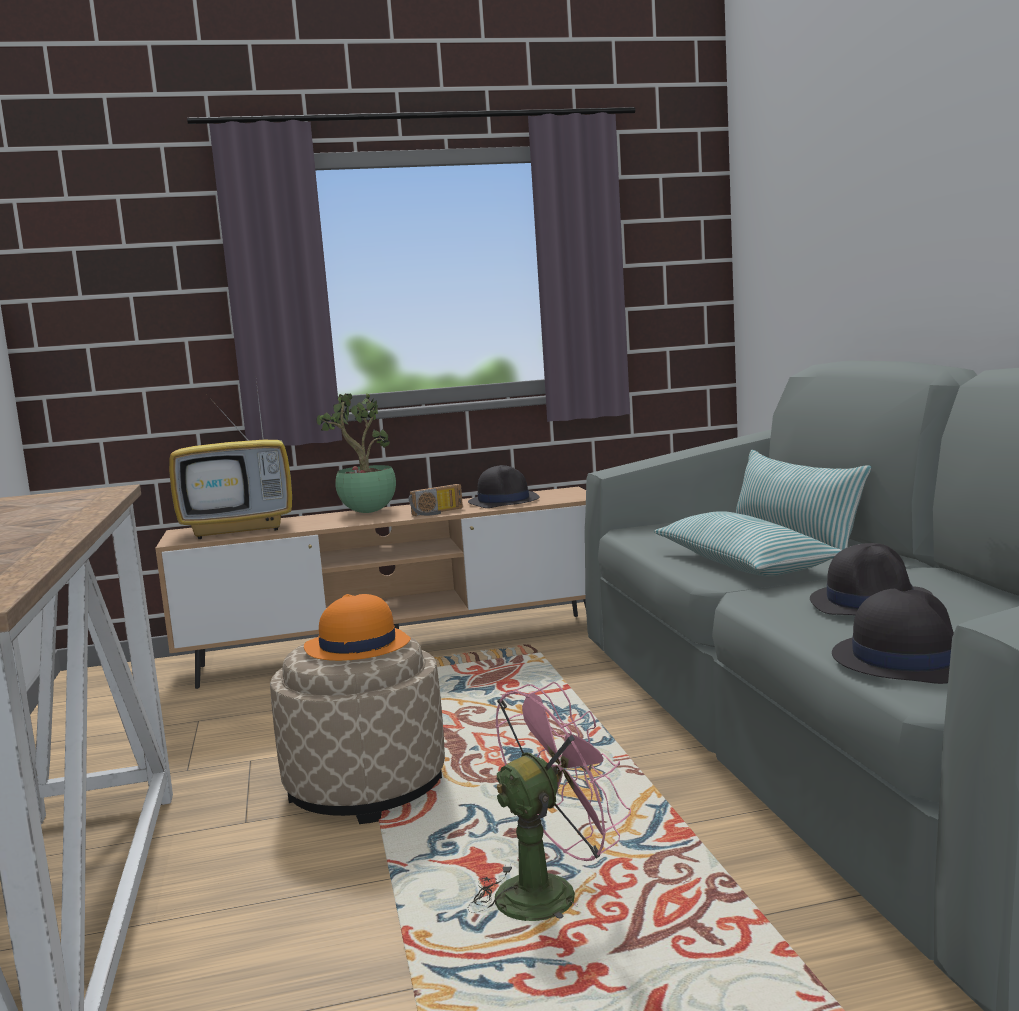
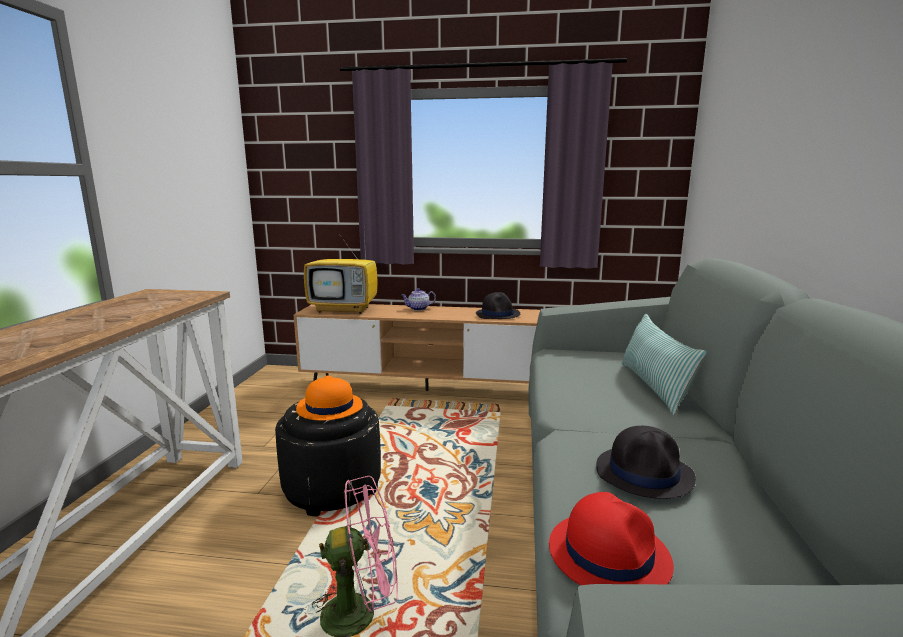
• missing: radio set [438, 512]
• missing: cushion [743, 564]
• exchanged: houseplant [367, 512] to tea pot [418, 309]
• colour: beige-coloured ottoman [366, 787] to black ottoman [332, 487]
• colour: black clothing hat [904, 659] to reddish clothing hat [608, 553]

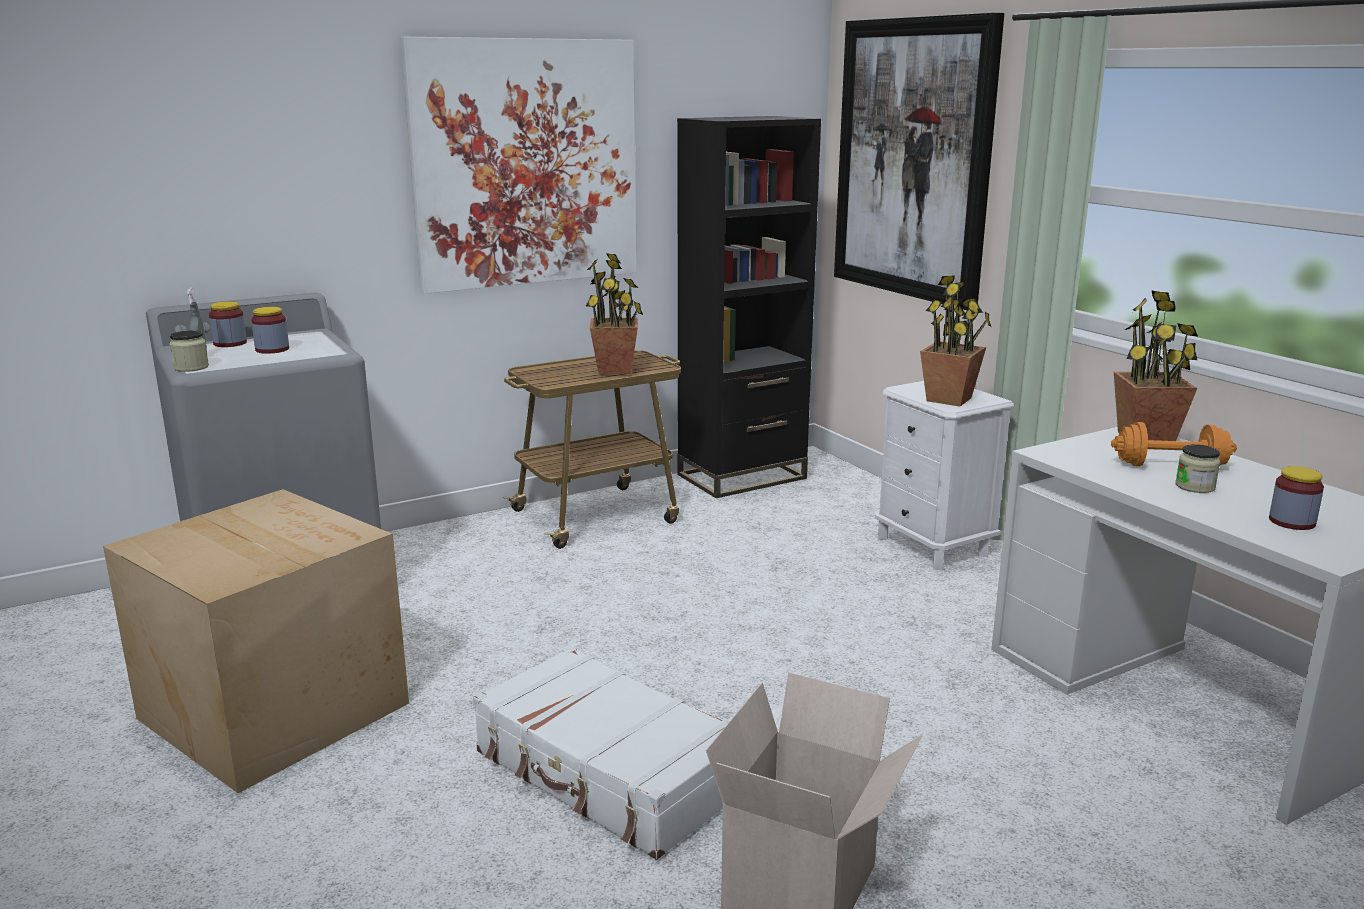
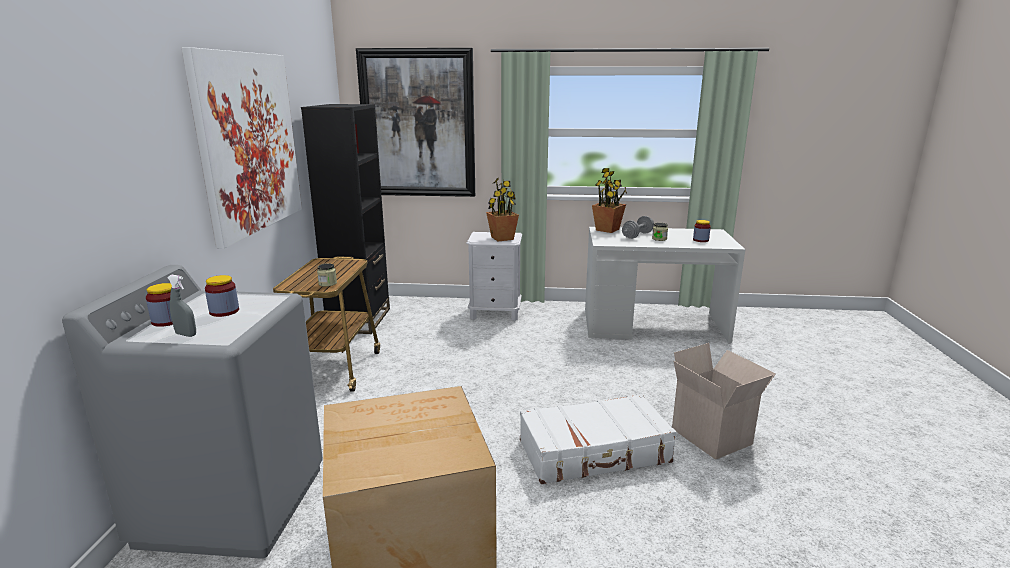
• missing: houseplant [615, 369]
• relocated: jar [191, 367] to [327, 283]
• colour: orange-coloured hand weight [1169, 466] to grey hand weight [637, 235]

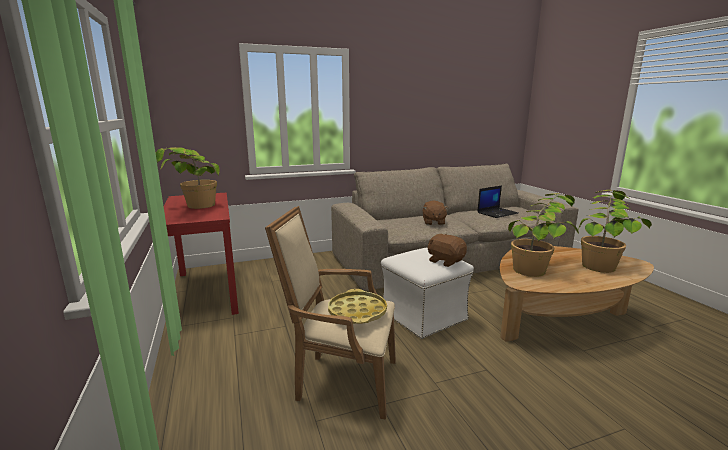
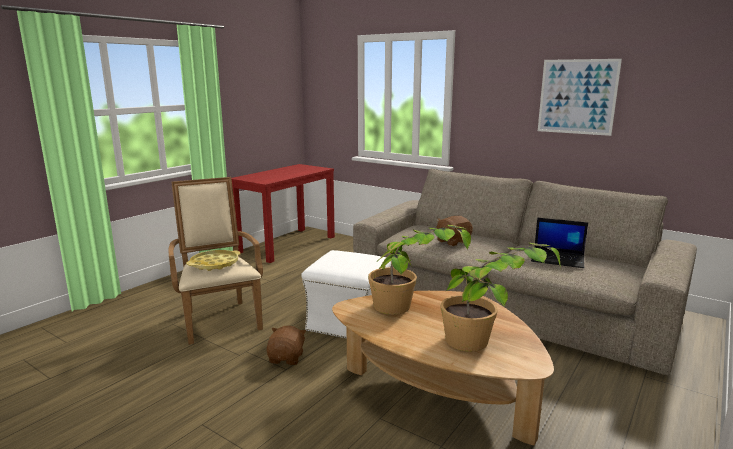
• missing: houseplant [192, 209]
• appeared: picture [577, 97]
• relocated: brown-coloured soft toy [445, 261] to [287, 358]

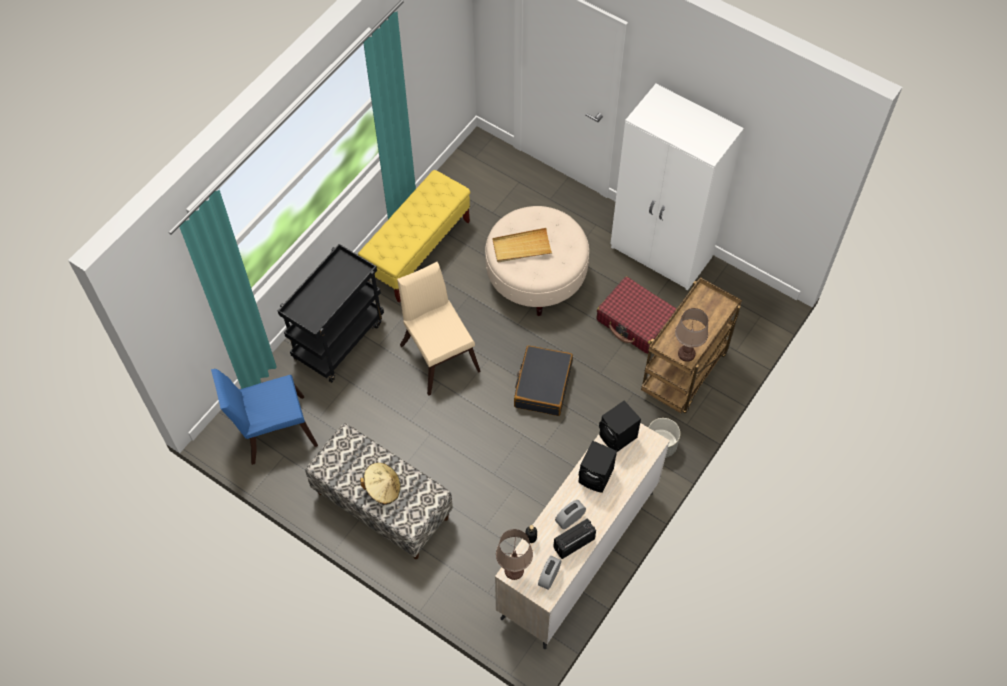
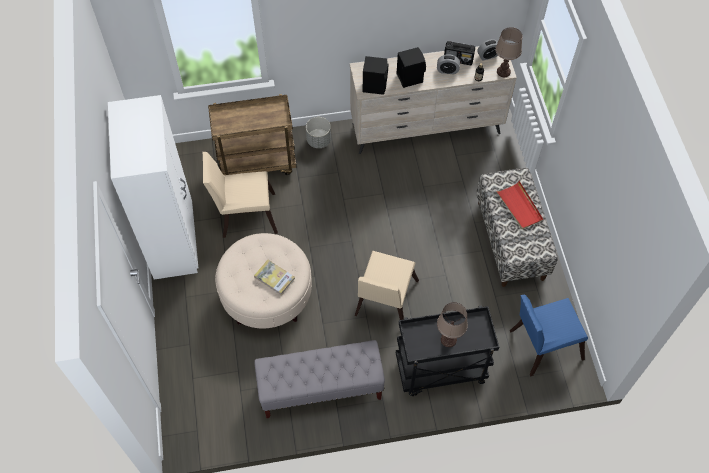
• missing: black travel case [542, 385]
• relocated: brown-coloured lamp for a table [686, 354] to [448, 339]
• exchanged: beige-coloured clothing hat [383, 488] to reddish carrying tray [519, 207]
• exchanged: beige-coloured carrying tray [521, 247] to book [274, 278]
• exchanged: reddish travel case [636, 321] to beige-coloured upright chair [244, 214]
• colour: yellow-coloured bench [418, 251] to grey bench [320, 389]
• spun: bluish upright chair [272, 430] = [541, 345] 135 degrees clockwise

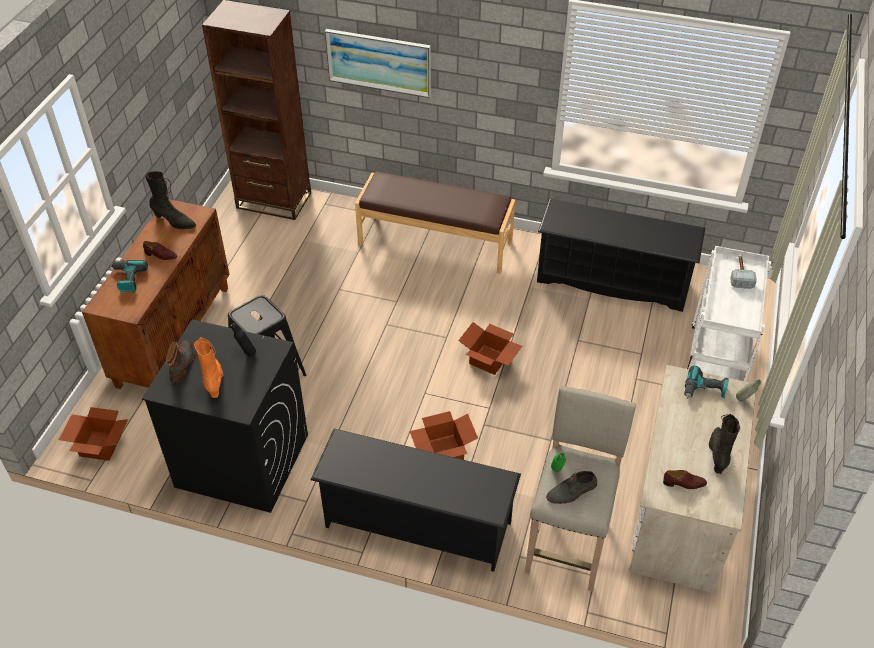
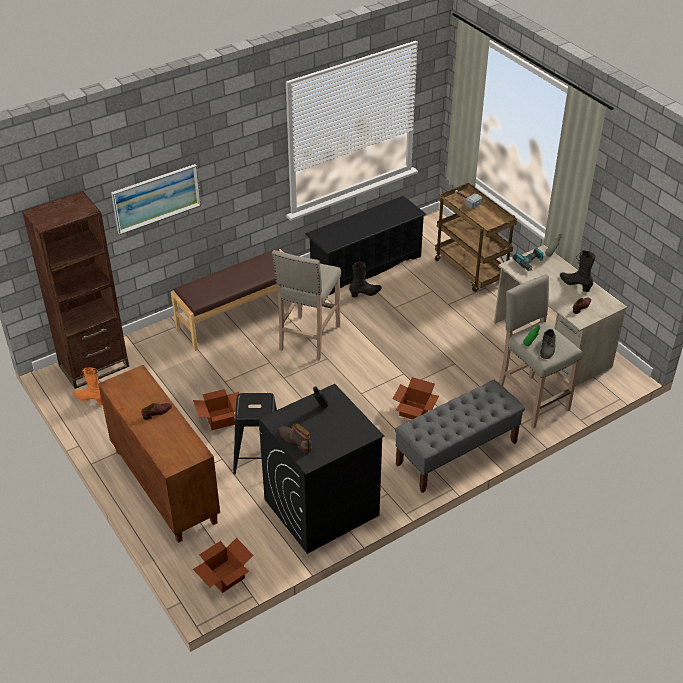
• missing: power drill [127, 279]
• appeared: beige-coloured sitting stool [308, 338]
• relocated: black boot [174, 221] to [365, 294]
• relocated: orange-coloured boot [214, 380] to [90, 399]
• relocated: cardboard box [489, 360] to [221, 419]
• exchanged: black shoe shelf [417, 524] to grey bench [456, 453]
• colour: whitish trolley [714, 365] to brown-coloured trolley [471, 270]

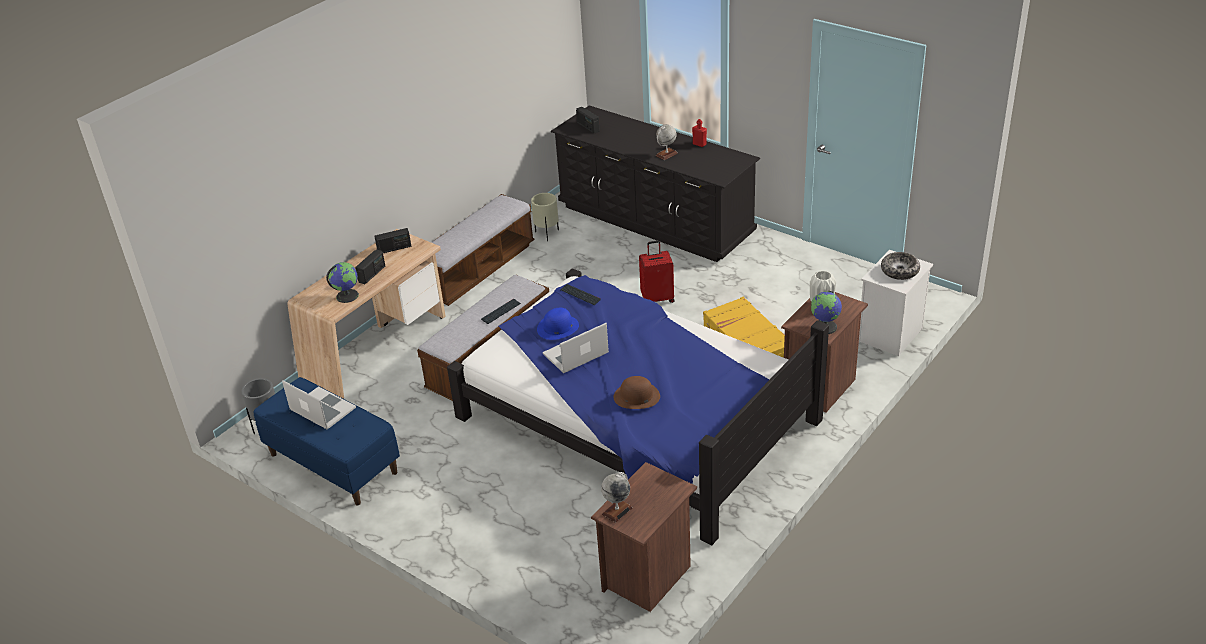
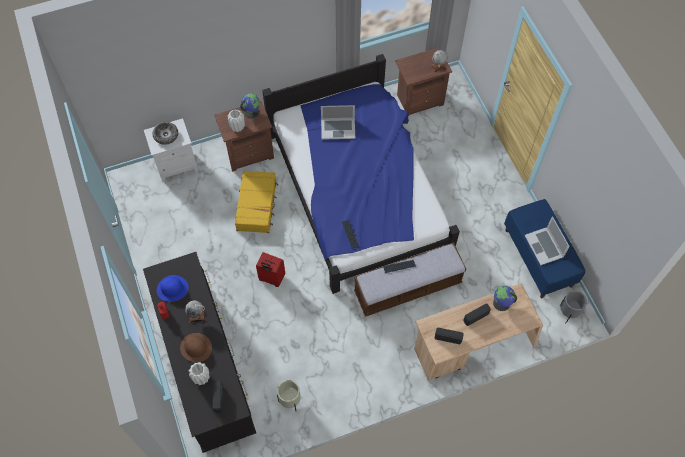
• missing: bench [478, 269]
• appeared: whitish decorative vase [201, 378]
• relocated: bluish clothing hat [557, 327] to [172, 288]
• relocated: laptop [576, 353] to [338, 128]
• relocated: brown-coloured clothing hat [636, 396] to [196, 347]

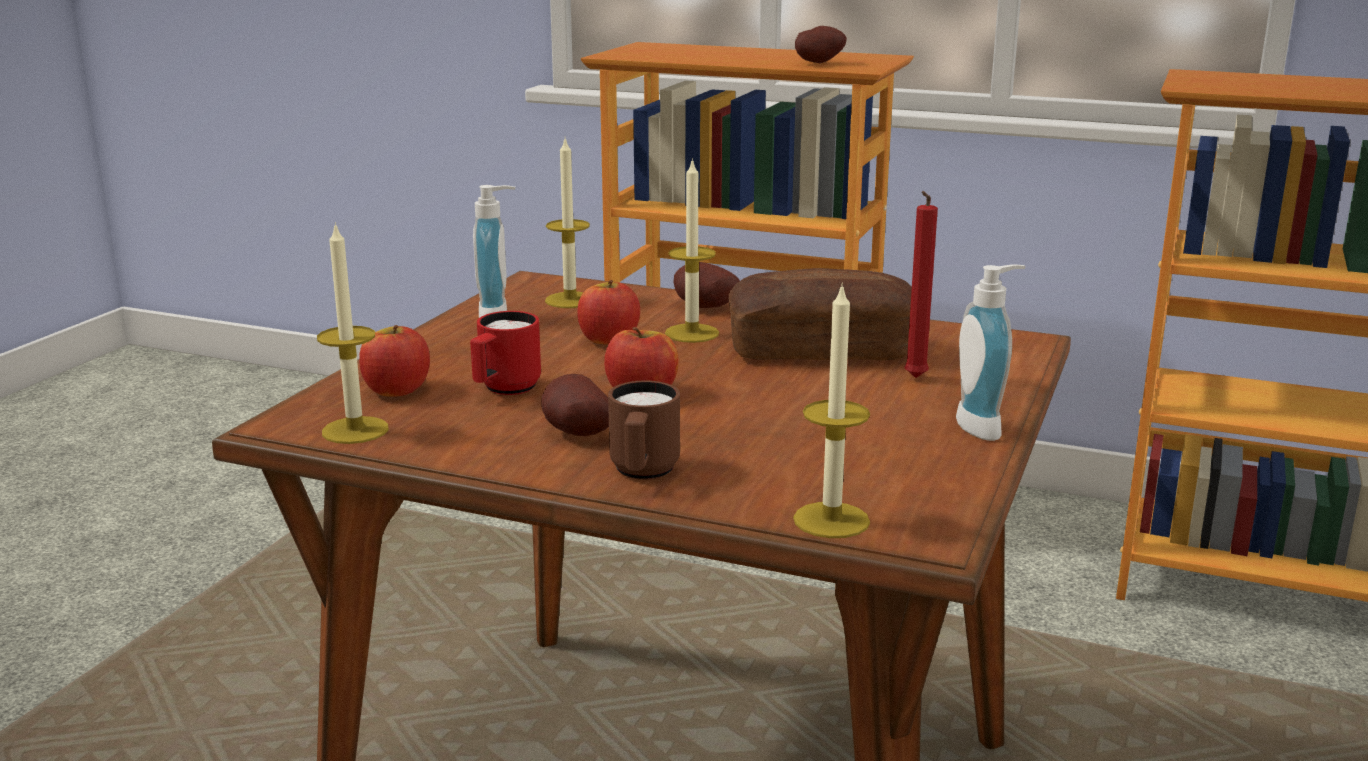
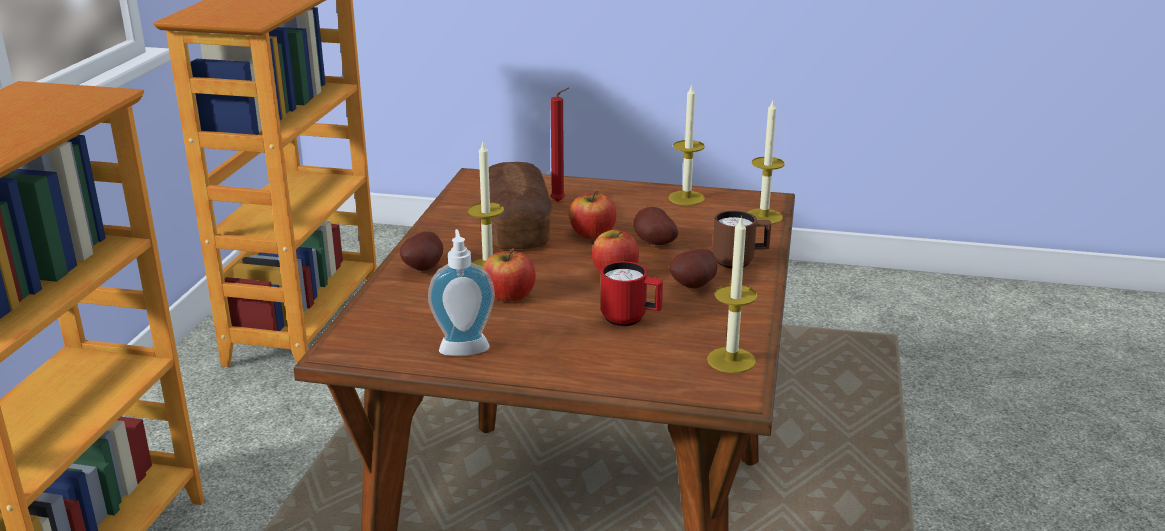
• missing: soap dispenser [985, 427]
• relocated: apple [396, 390] to [592, 234]
• relocated: wax candle [570, 300] to [686, 198]
• relocated: potato [817, 63] to [652, 243]

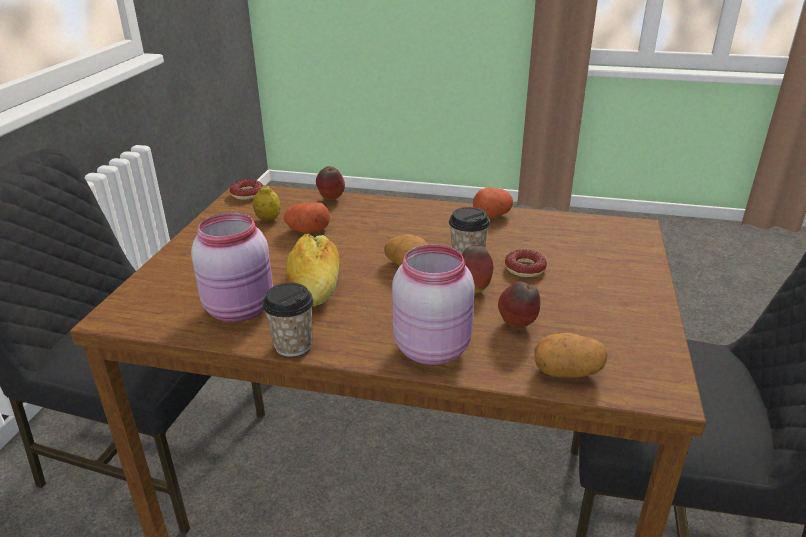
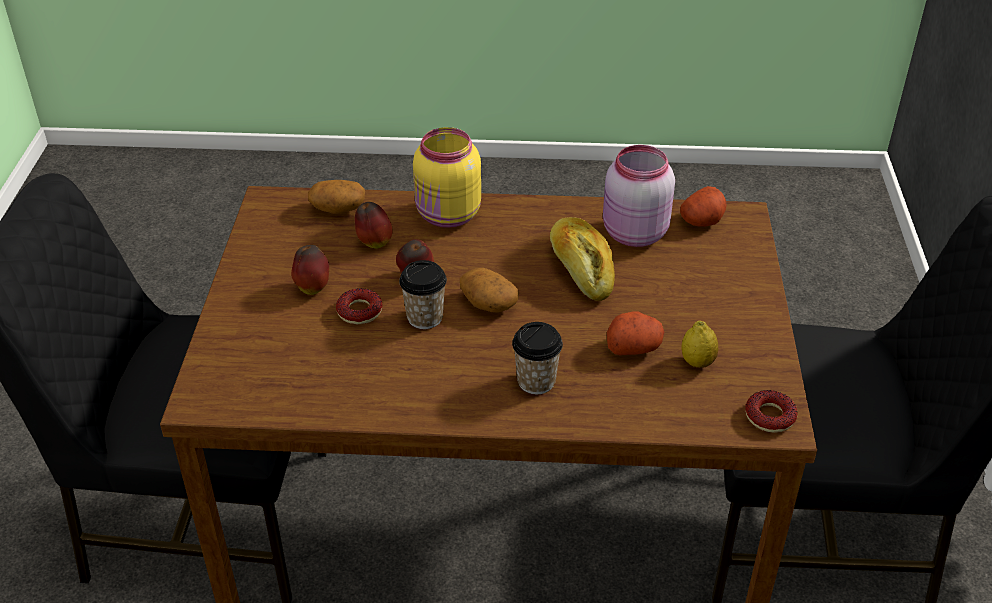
• relocated: small cup [293, 345] to [536, 381]
• relocated: apple [331, 200] to [313, 288]
• relocated: potato [491, 215] to [702, 221]
• colour: pink jar [433, 347] to yellow-coloured jar [447, 216]

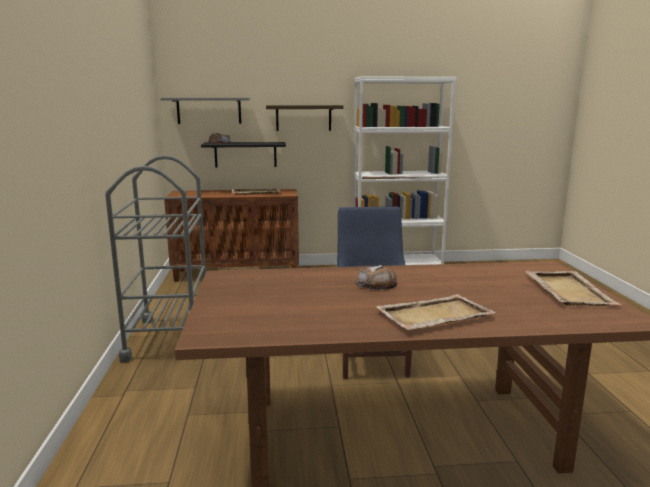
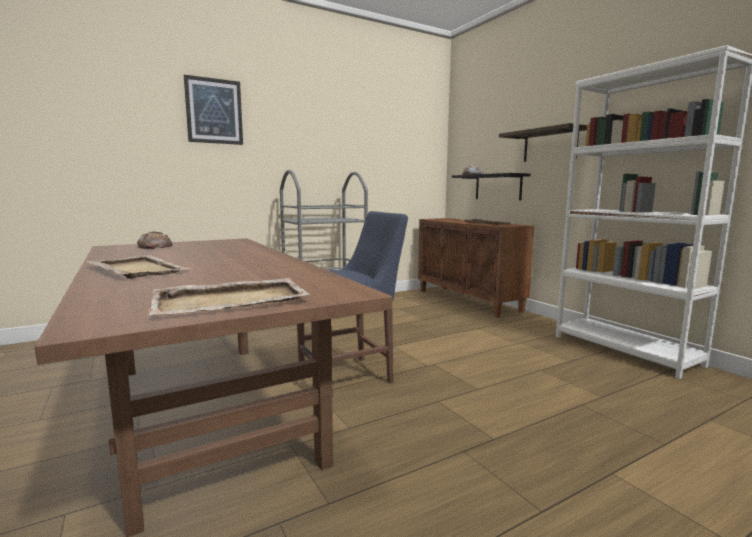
• missing: grey bracket shelf [209, 110]
• appeared: picture [214, 111]
• relocated: bread [376, 284] to [155, 247]

